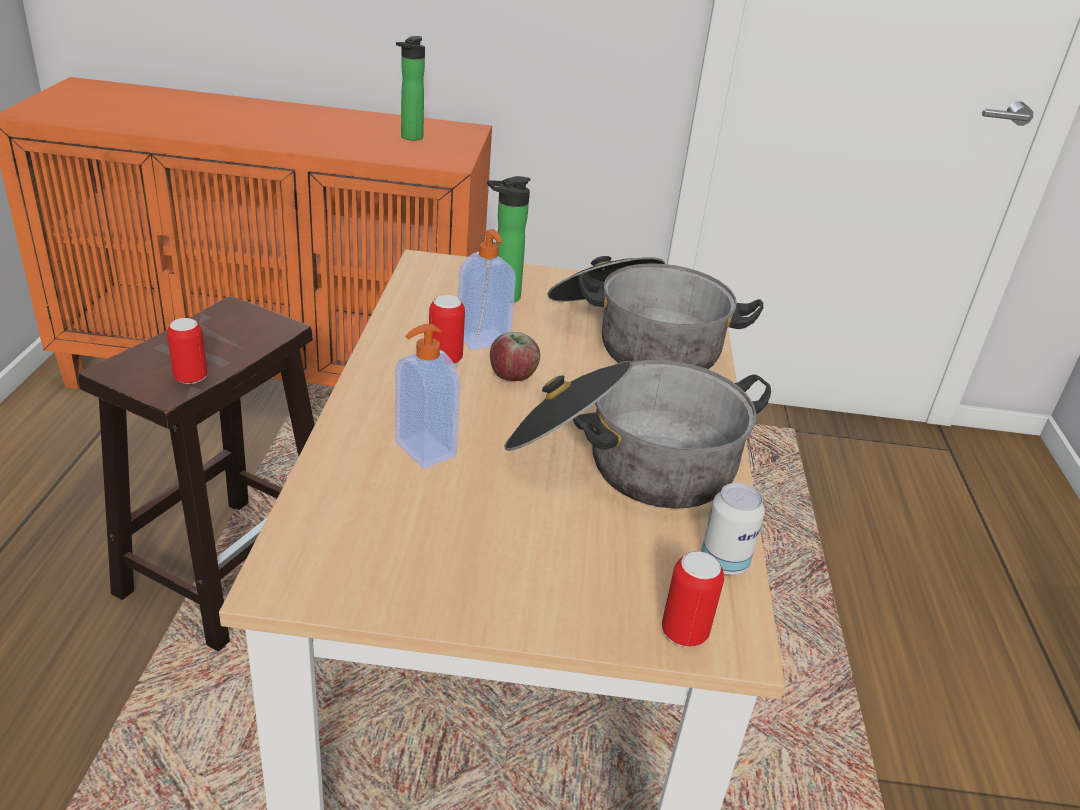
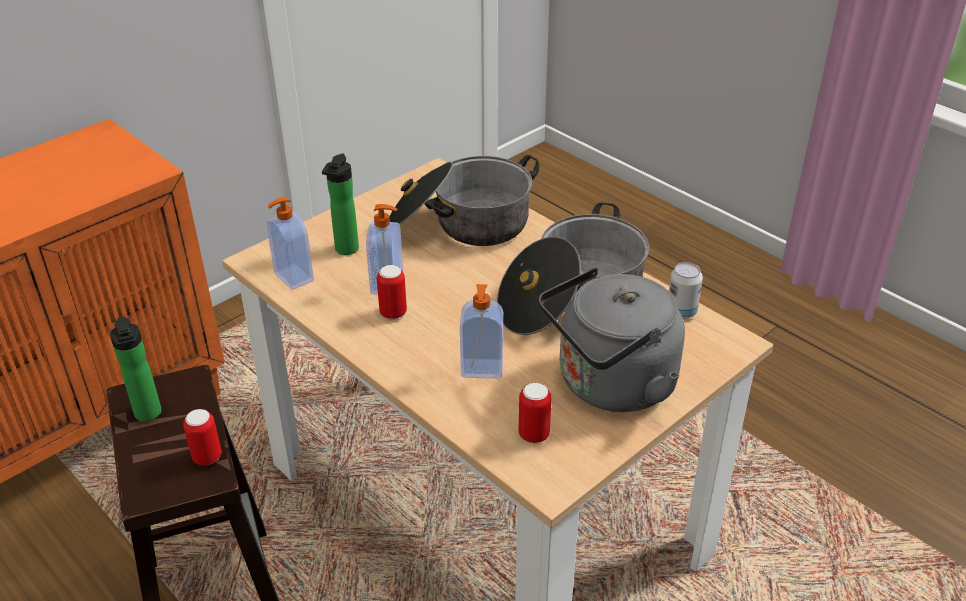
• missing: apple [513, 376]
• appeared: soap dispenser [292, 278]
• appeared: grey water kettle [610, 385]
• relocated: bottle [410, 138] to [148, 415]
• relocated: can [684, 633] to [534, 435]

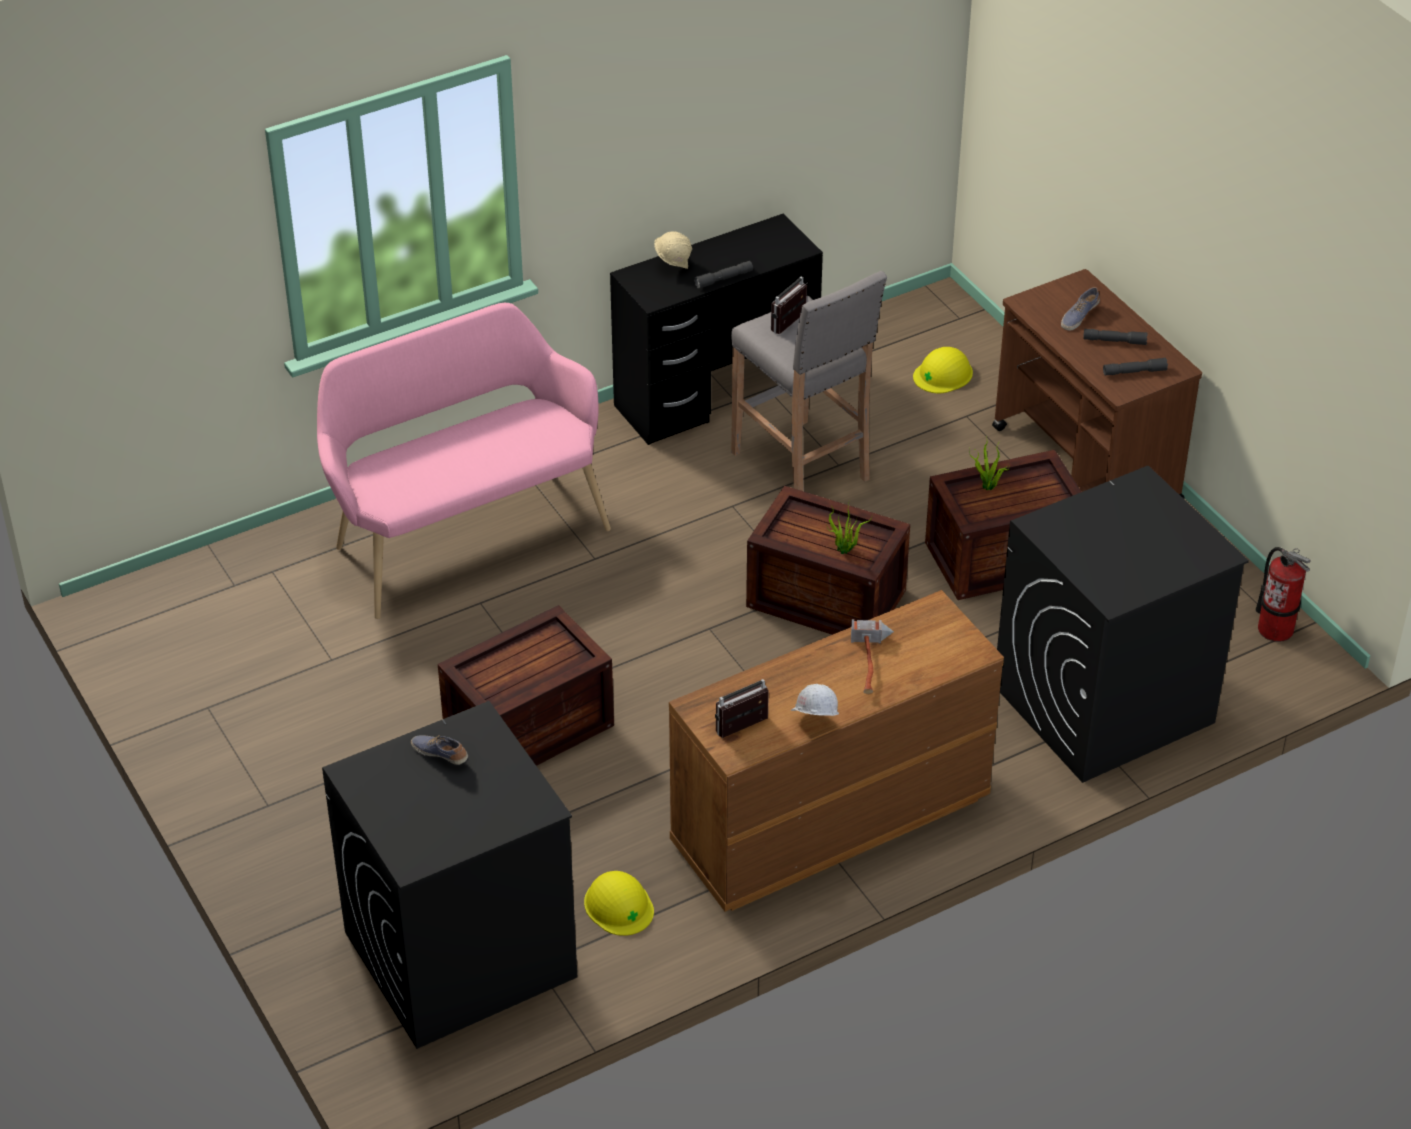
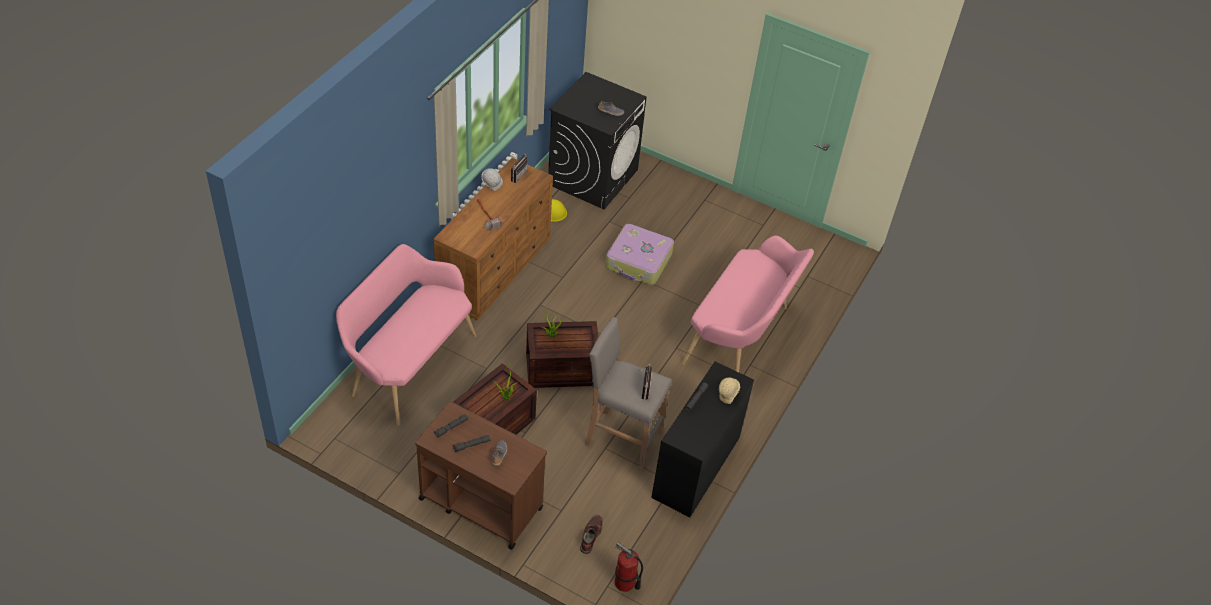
• relocated: fire-fighting cylinder [1275, 629] to [624, 583]
• exchanged: crate [527, 729] to travel case [639, 262]
• exchanged: yellow-coloured hard hat [943, 374] to brown-coloured boot [590, 535]
• exchanged: black washing machine [1102, 705] to pink bench [408, 364]

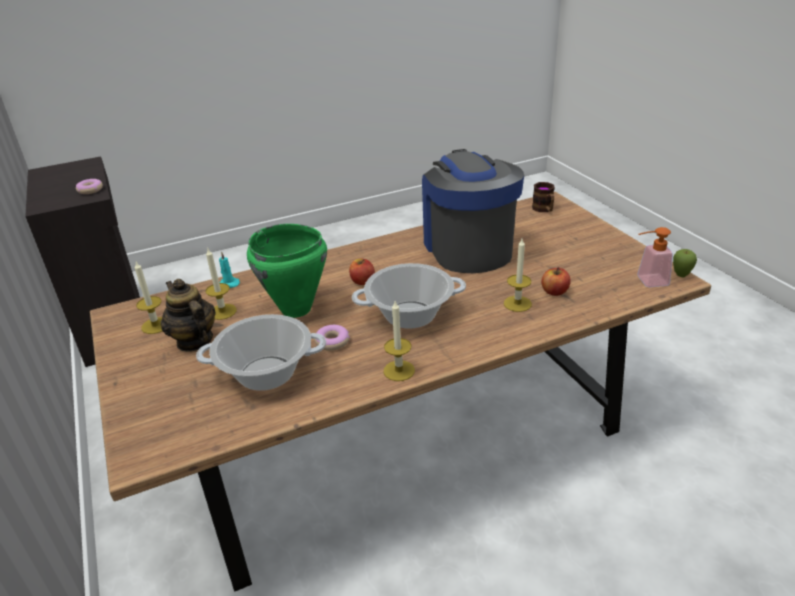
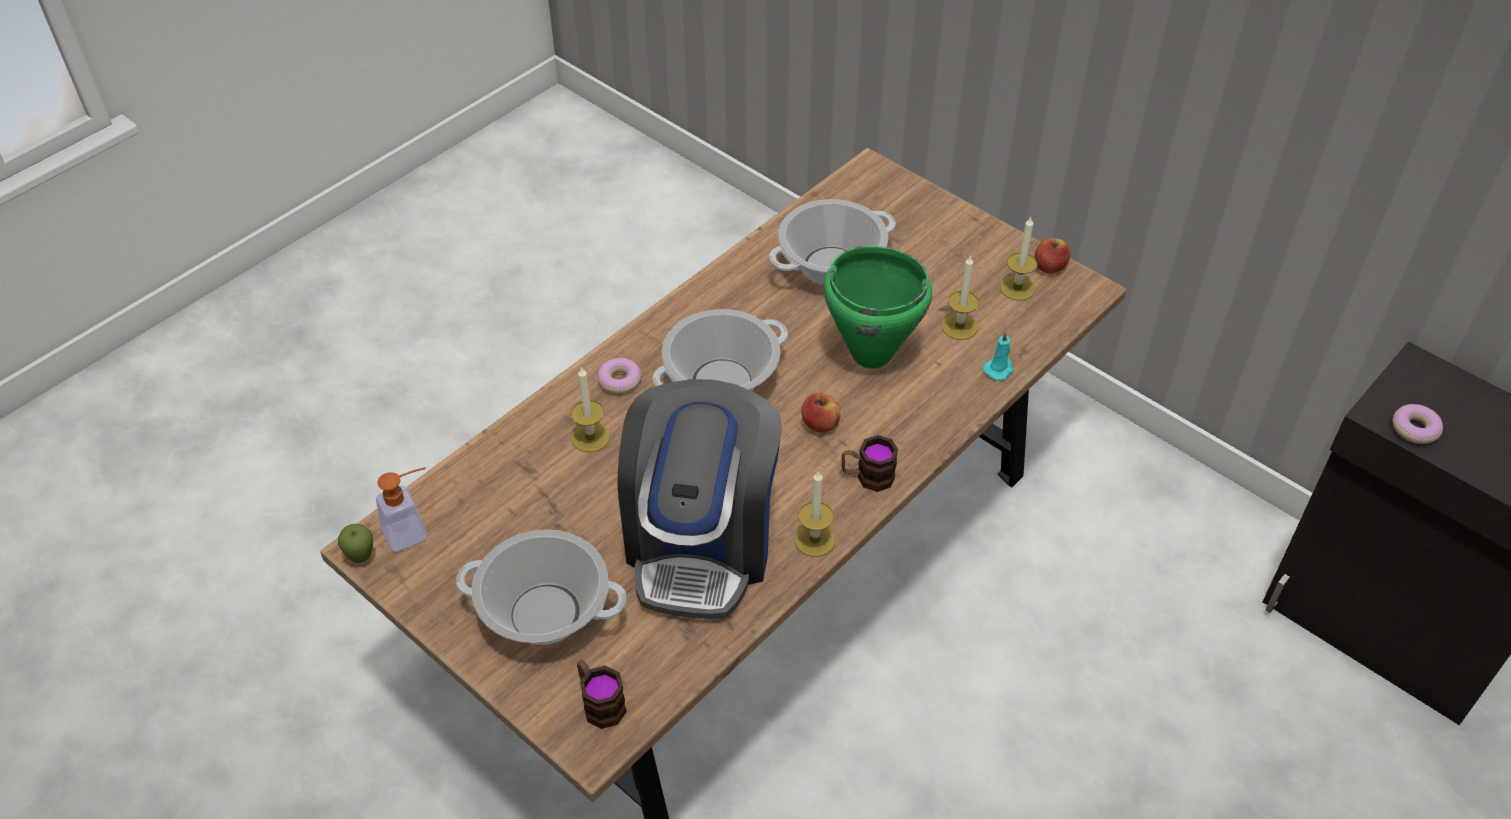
• missing: tea pot [194, 341]
• appeared: saucepot [545, 613]
• appeared: coffee mug [867, 476]
• relocated: donut [332, 342] to [619, 381]
• relocated: wax candle [399, 370] to [814, 540]
• relocated: apple [554, 292] to [1049, 267]
• spun: coffee brewer [468, 247] = [701, 542] 45 degrees clockwise

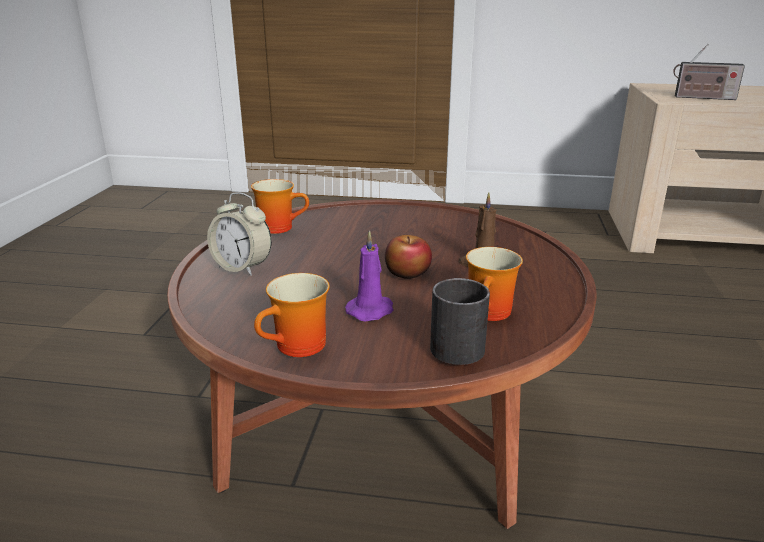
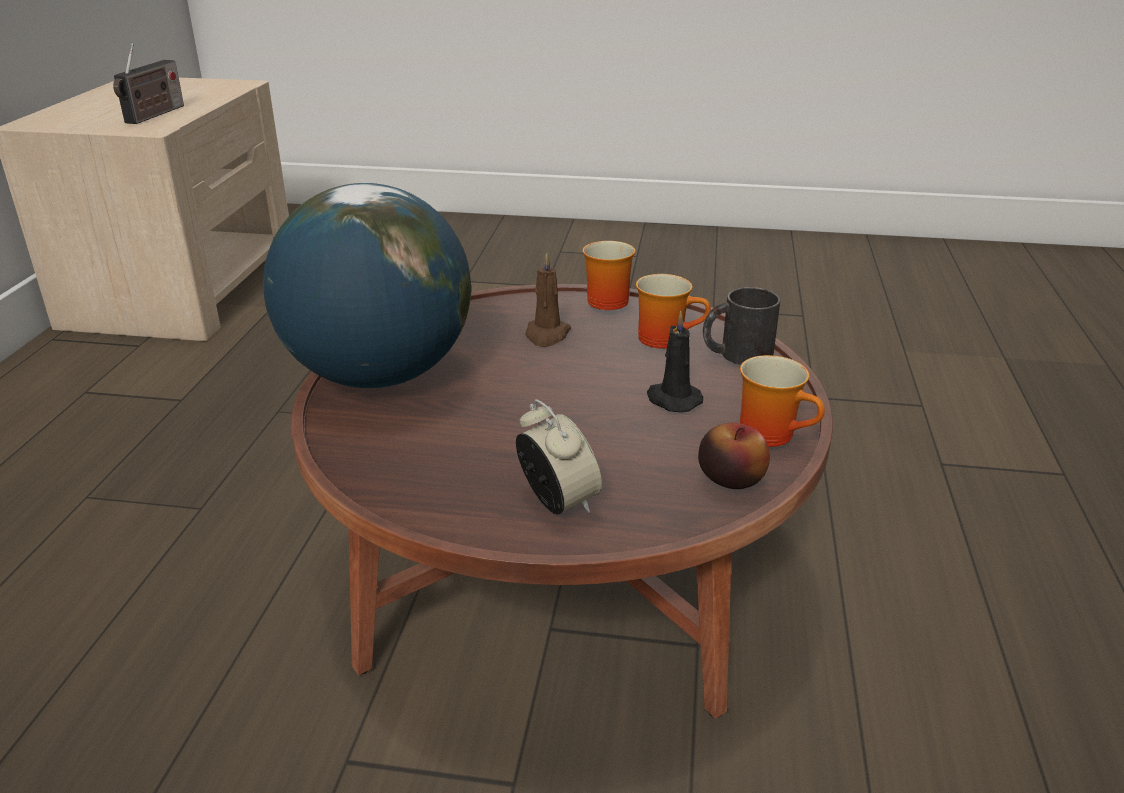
• appeared: globe [380, 375]
• relocated: coffee mug [280, 227] to [605, 299]
• relocated: apple [408, 273] to [731, 477]
• colour: purple wax candle [371, 310] to black wax candle [672, 399]
• spun: alarm clock [242, 268] = [558, 502] 60 degrees counterclockwise

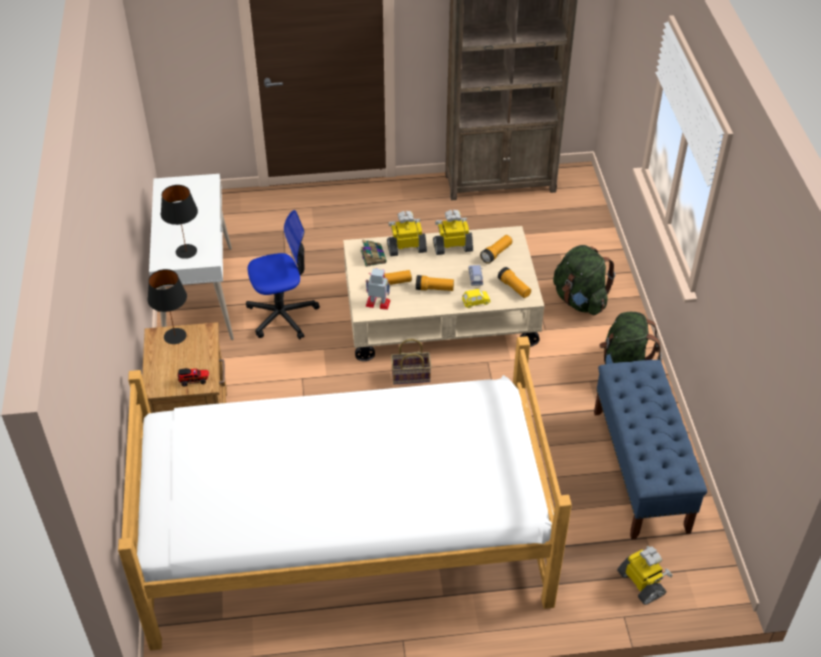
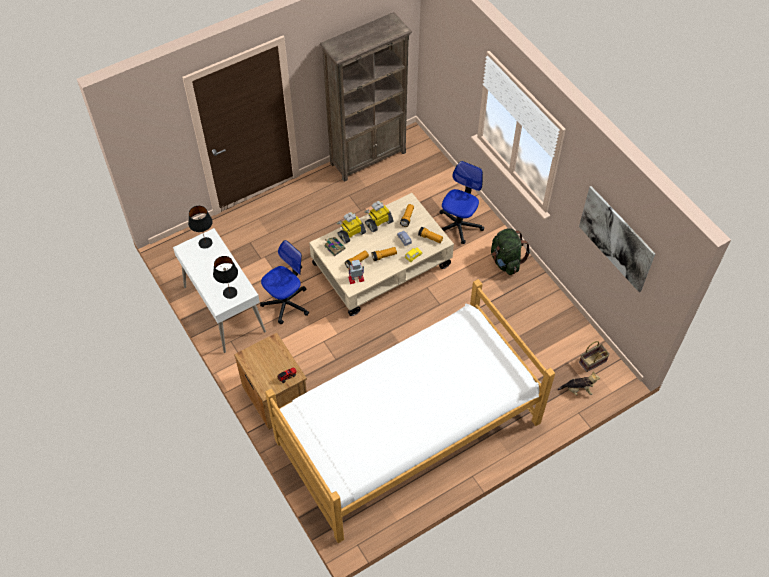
• missing: bluish bench [640, 470]
• appeared: picture [616, 238]
• relocated: black lamp for a table [175, 336] to [205, 242]
• relocated: storage basket [410, 376] to [592, 362]
• exchanged: green-coloured knapsack [580, 300] to computer chair [459, 225]
• exchanged: toy robot [642, 583] to soft toy [578, 390]

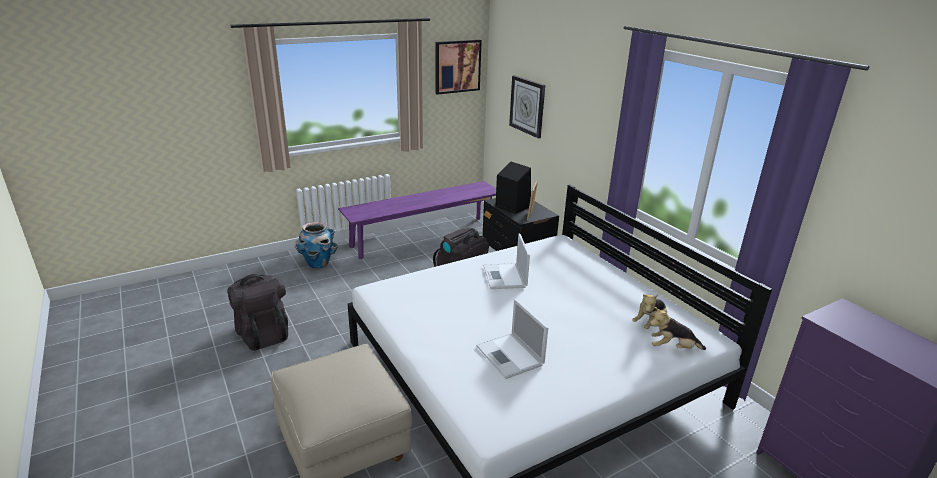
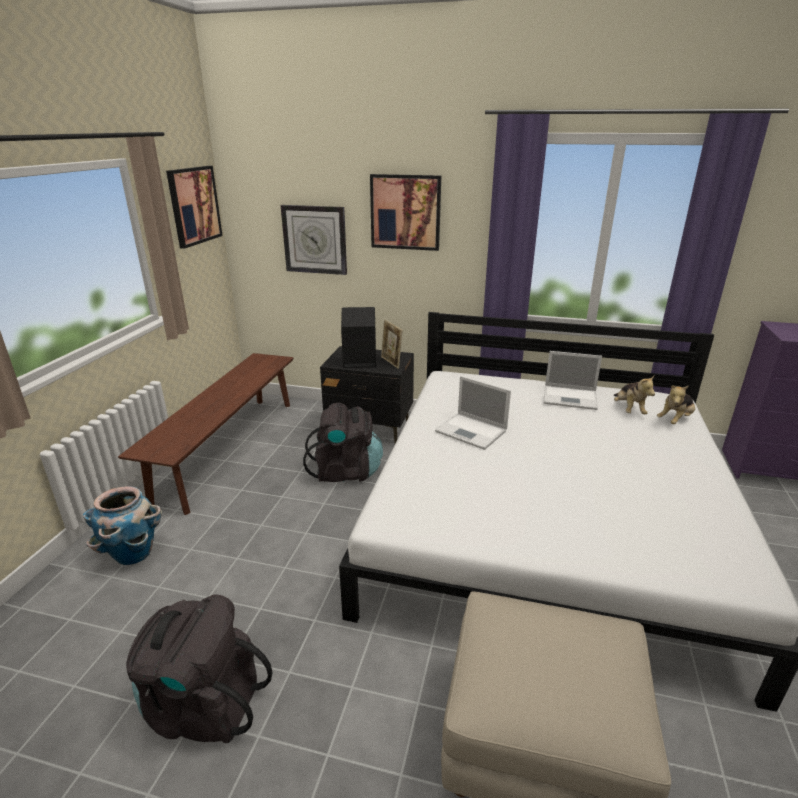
• appeared: picture [405, 212]
• relocated: laptop [510, 356] to [571, 398]
• colour: purple bench [424, 237] to brown-coloured bench [229, 448]

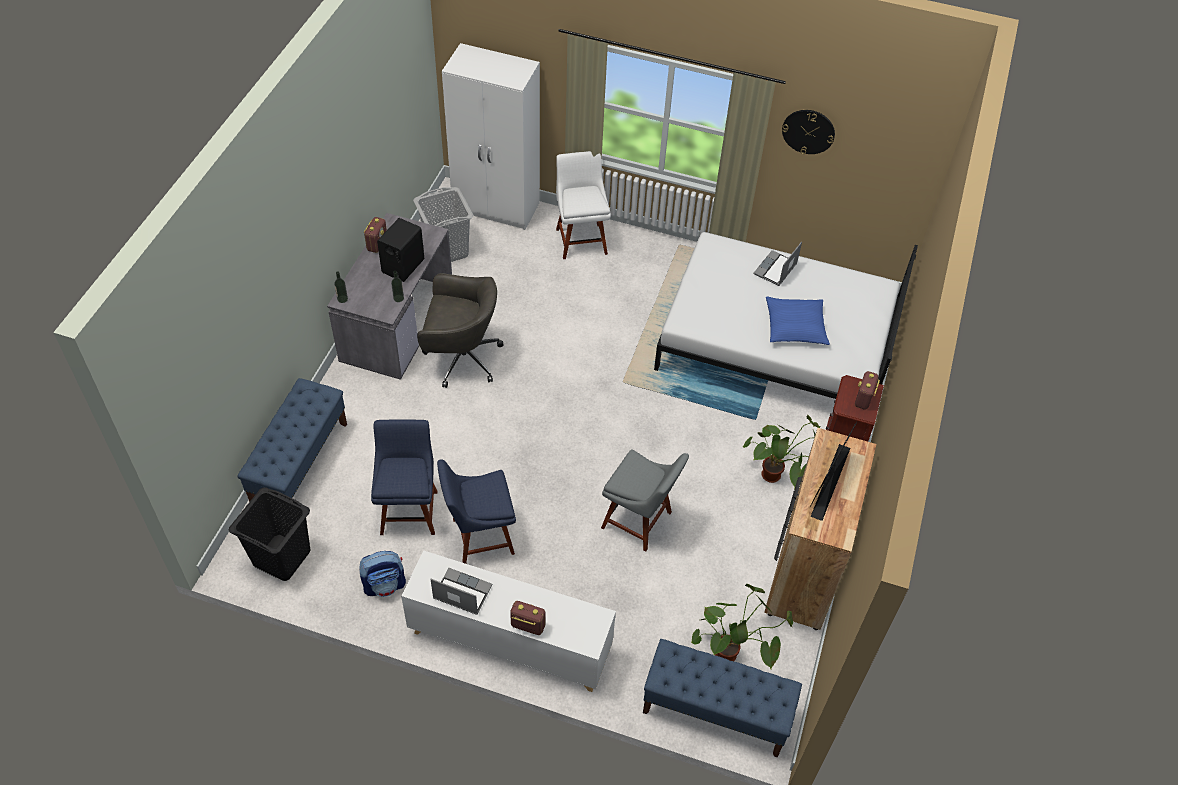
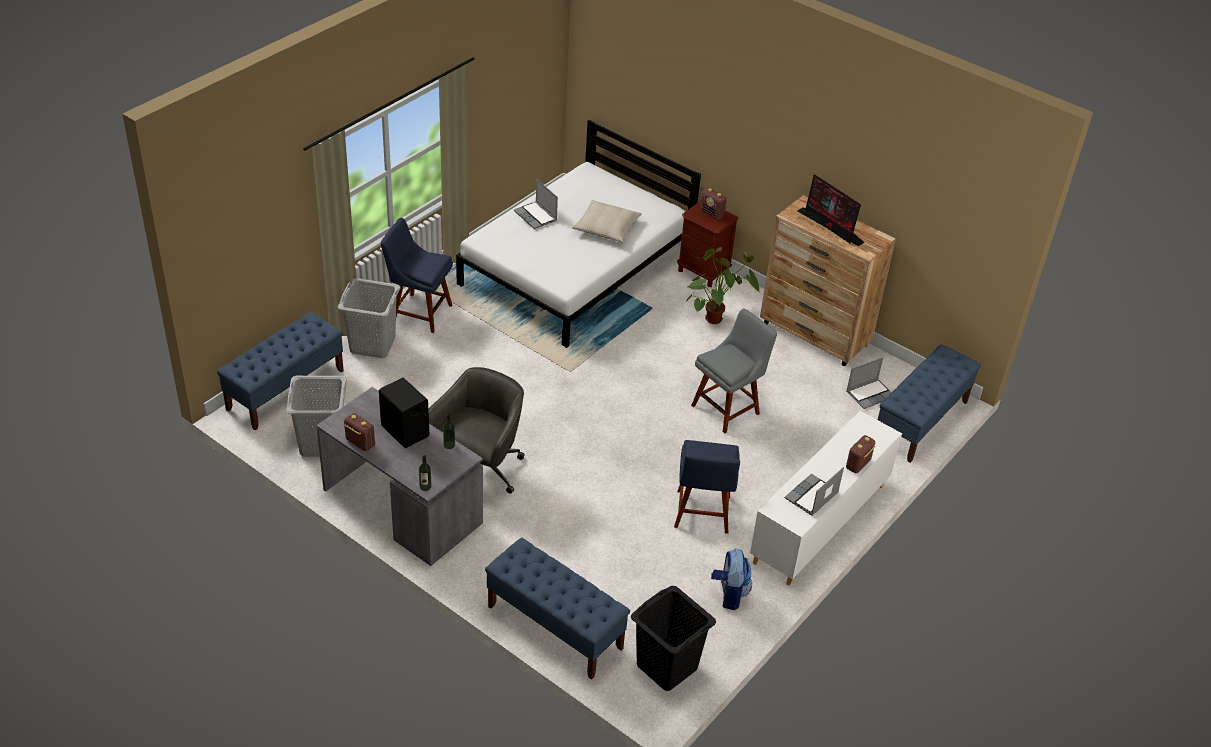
• missing: wall clock [808, 131]
• relocated: bluish upright chair [409, 509] to [419, 312]
• exchanged: whitish clothes cupboard [496, 208] to bluish bench [286, 389]
• exchanged: whitish upright chair [581, 239] to grey washing basket [372, 344]
• exchanged: houseplant [734, 650] to laptop [870, 394]
• colour: bluish cushion [795, 326] to beige-coloured cushion [606, 227]

